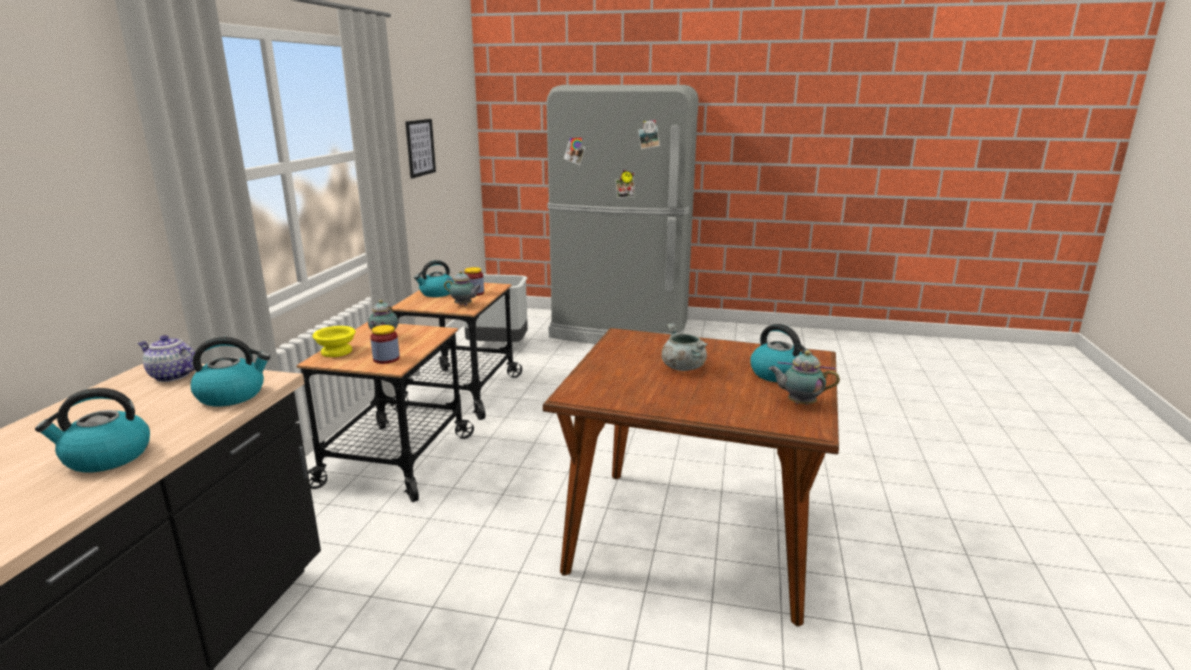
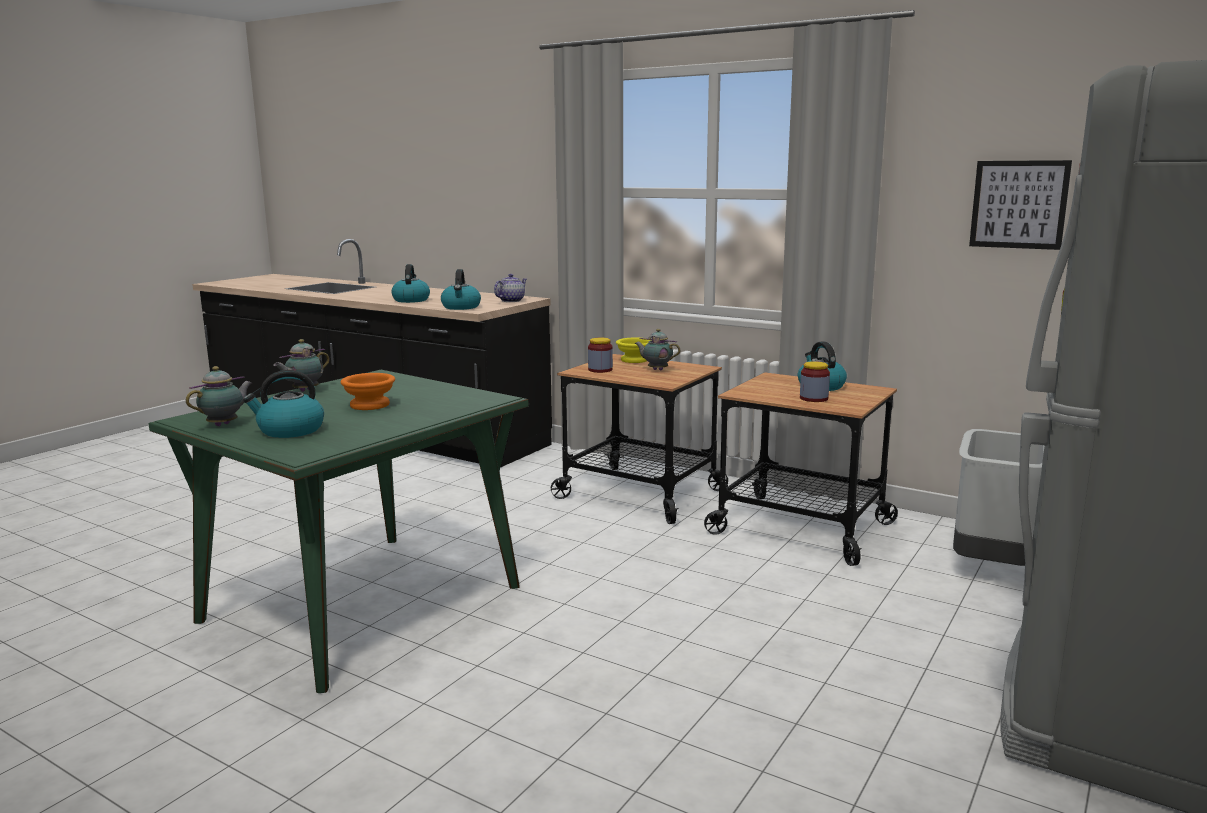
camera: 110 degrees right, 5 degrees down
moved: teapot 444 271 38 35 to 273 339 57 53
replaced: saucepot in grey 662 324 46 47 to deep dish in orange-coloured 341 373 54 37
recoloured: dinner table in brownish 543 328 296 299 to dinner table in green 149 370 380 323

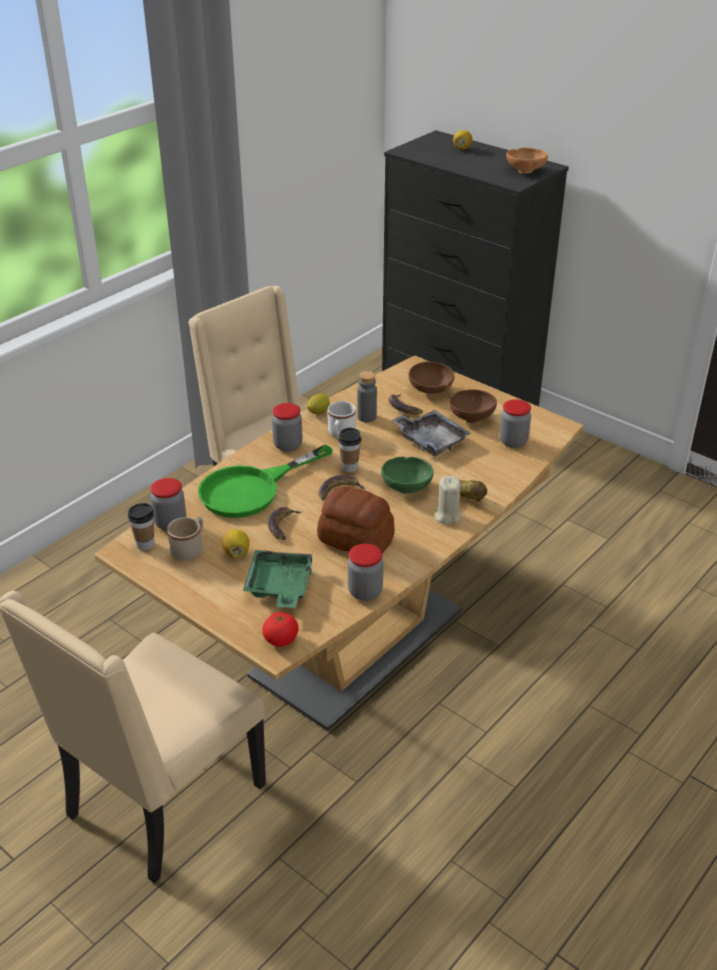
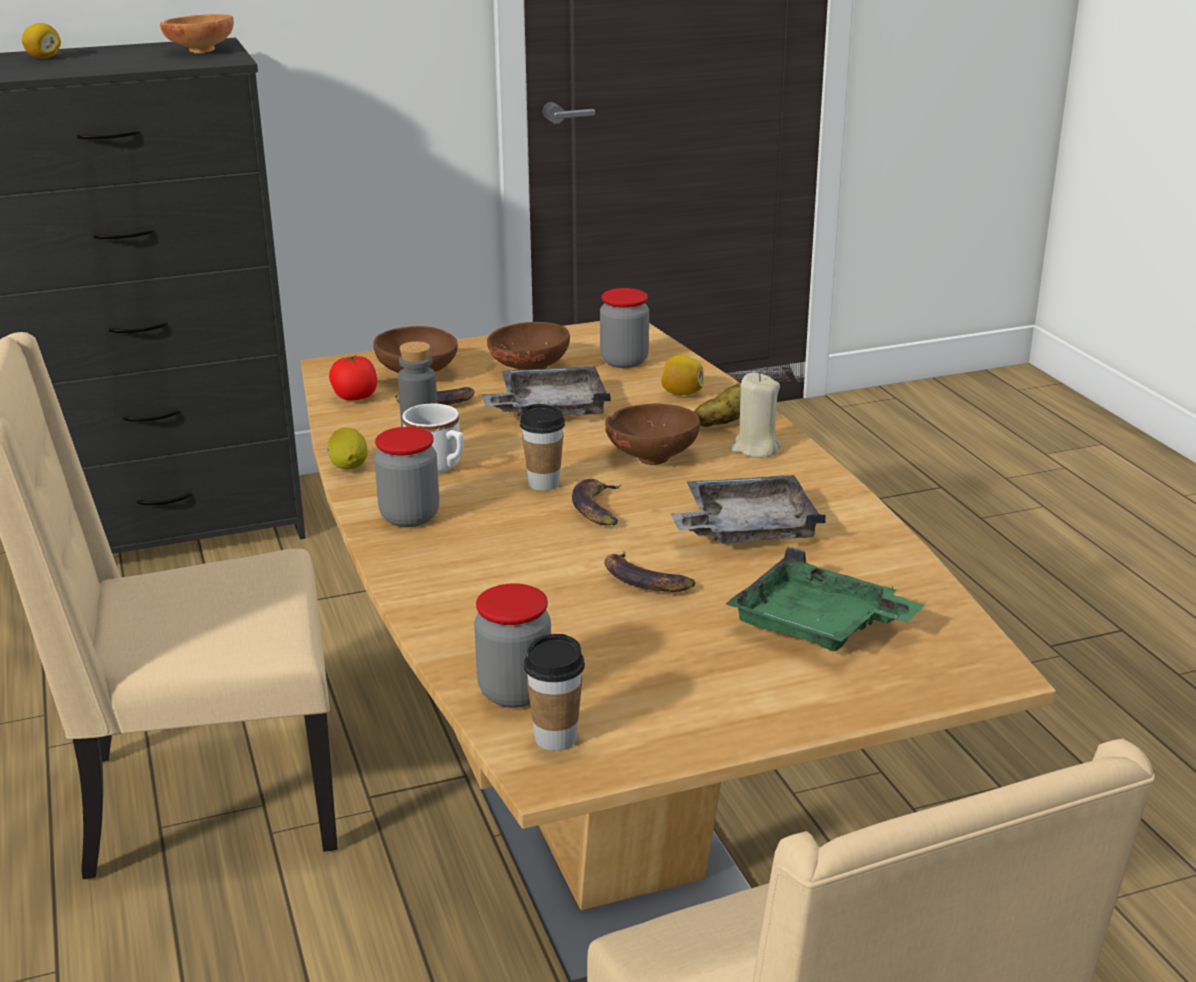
camera: 60 degrees left, 10 degrees down
removed: mug in beige-coloured 167 517 36 44; pan in green 198 444 135 74; storage jar 348 544 35 57
moved: fresh tomato 262 612 37 35 to 329 355 48 45; lemon 222 529 28 29 to 661 355 43 40
replaced: baked bread 317 486 78 68 to tray in grey 671 475 155 69
recoloured: deep dish in green 381 457 53 37 to deep dish in brownish 605 403 95 62

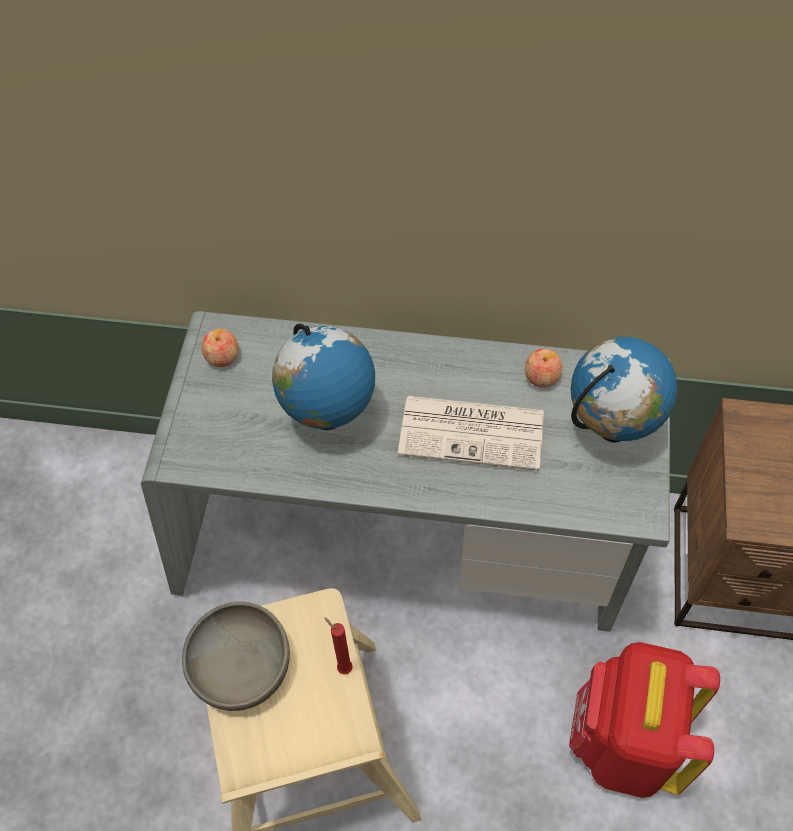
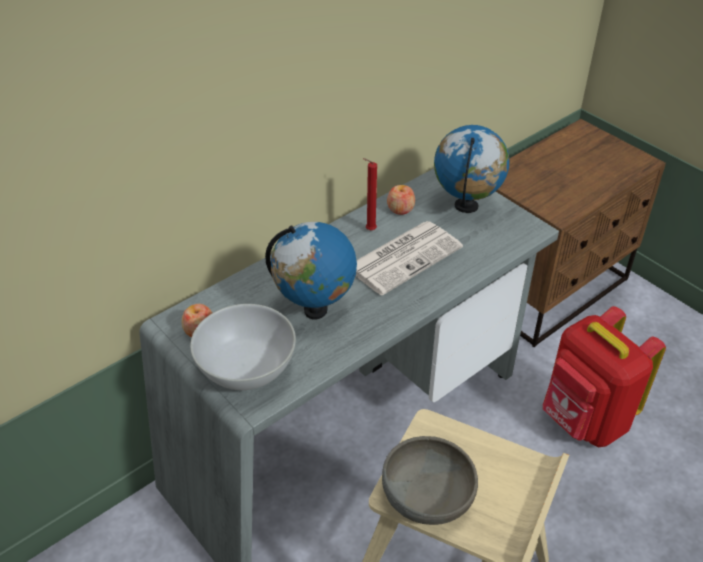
camera: 50 degrees left, 15 degrees down
added: deep dish in white 190 304 106 86
moved: wax candle in reddish 324 618 29 56 to 363 158 14 72

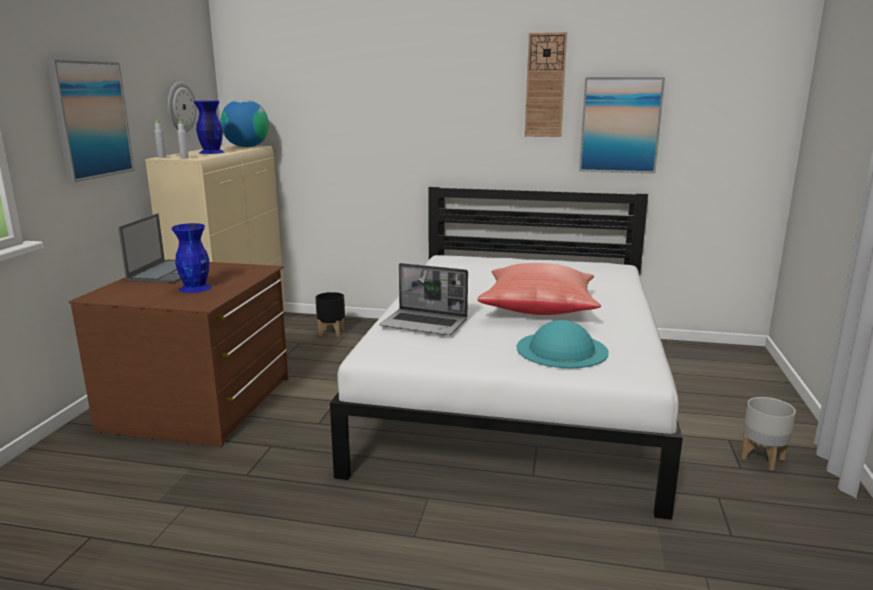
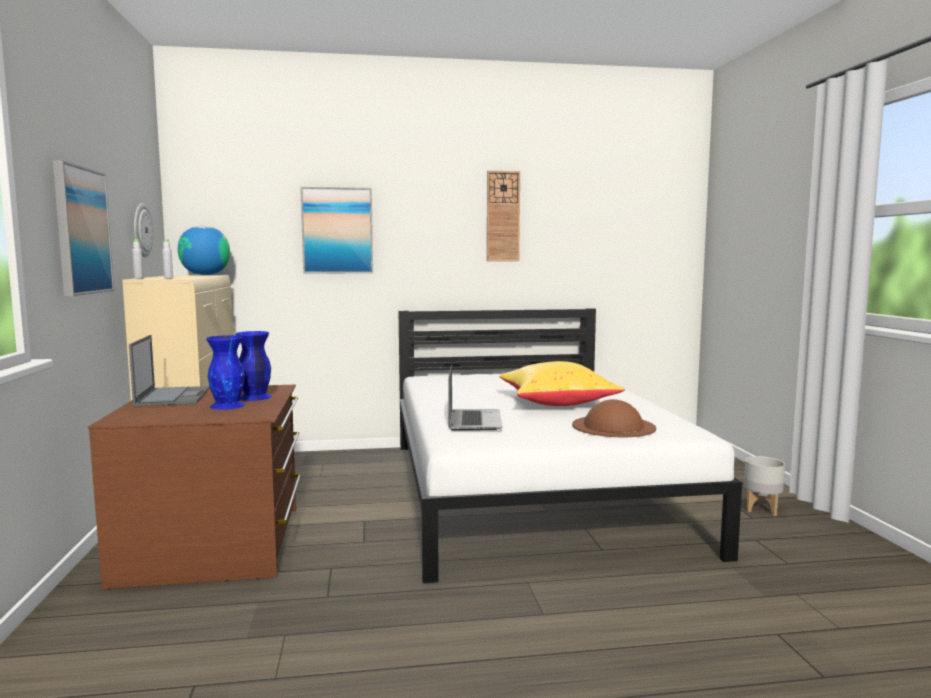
camera: 20 degrees left, 10 degrees down
removed: planter in black-coloured 315 292 30 45
moved: vase in blue 194 101 31 53 to 236 331 36 70; wall picture 579 77 86 96 to 300 187 73 87
recoloured: throw pillow in reddish 477 263 124 52 to throw pillow in yellowish 499 361 126 45; clothing hat in turquoise 517 320 92 48 to clothing hat in brownish 572 399 84 38
turned: notebook computer 379 263 89 72 = 448 364 54 67 90 degrees counterclockwise

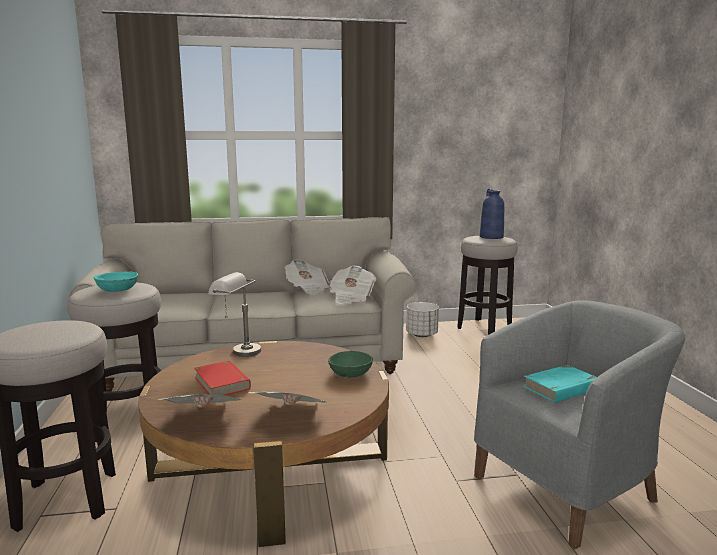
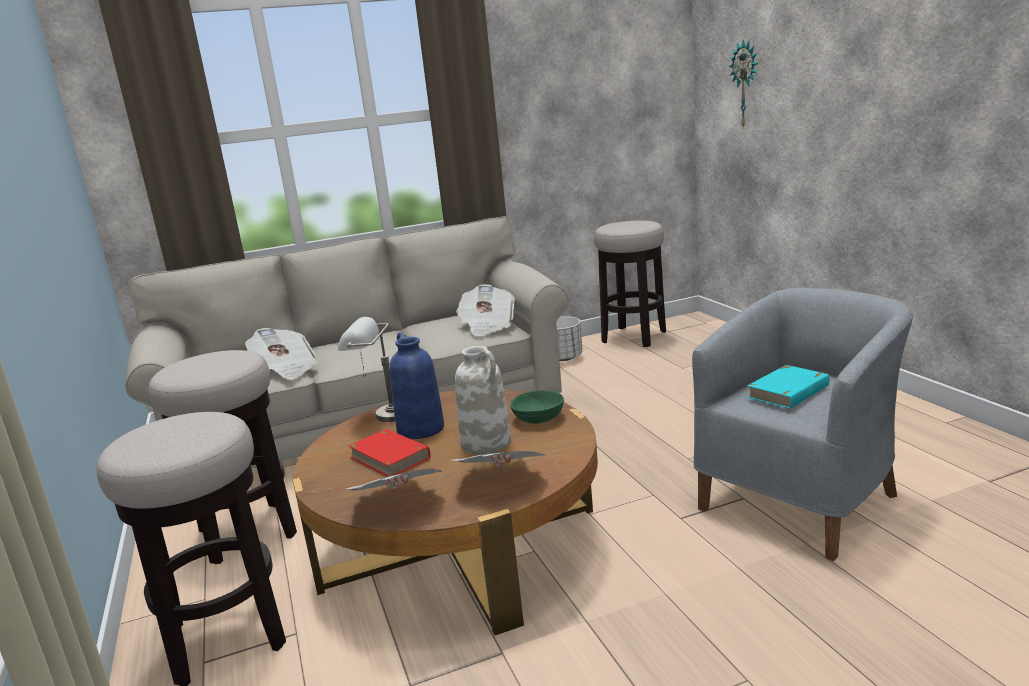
camera: 10 degrees left, 5 degrees up
removed: deep dish in turquoise 94 272 44 20
added: vase in white 455 346 56 109; clock on the wall 729 40 29 89
moved: daily paper 285 260 45 35 to 245 328 73 51; vase in blue 480 188 24 51 to 389 332 55 107

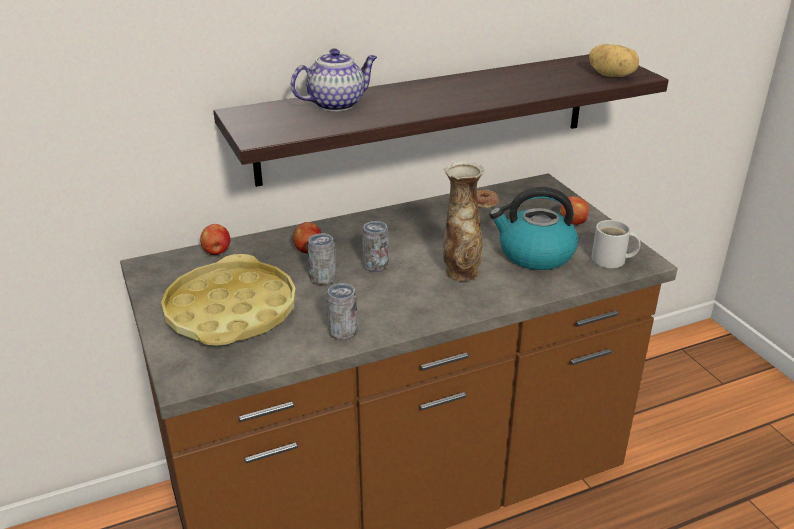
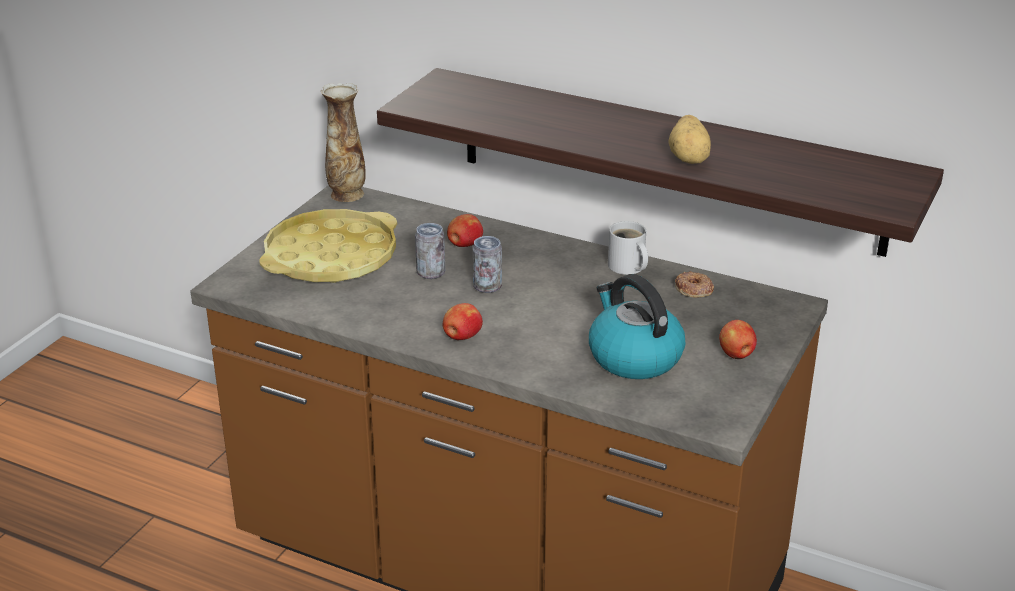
camera: 50 degrees right, 0 degrees up
removed: teapot 291 48 86 63; metal can 327 283 31 57
moved: vase 443 161 42 120 to 321 83 45 119; apple 200 224 30 31 to 443 303 40 37; mug in white 591 220 50 48 to 608 221 40 54; potato 589 44 50 33 to 668 115 43 49

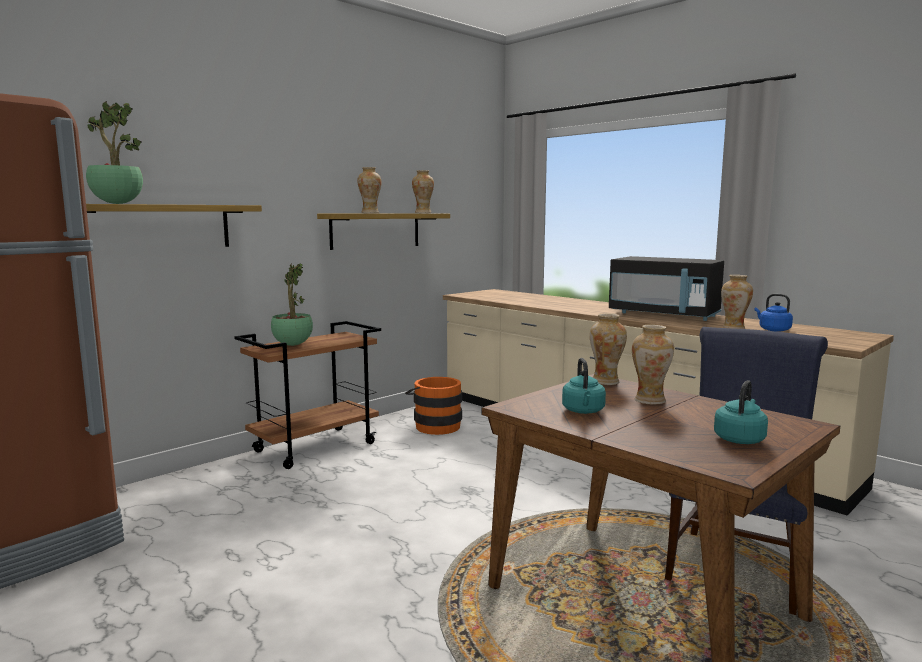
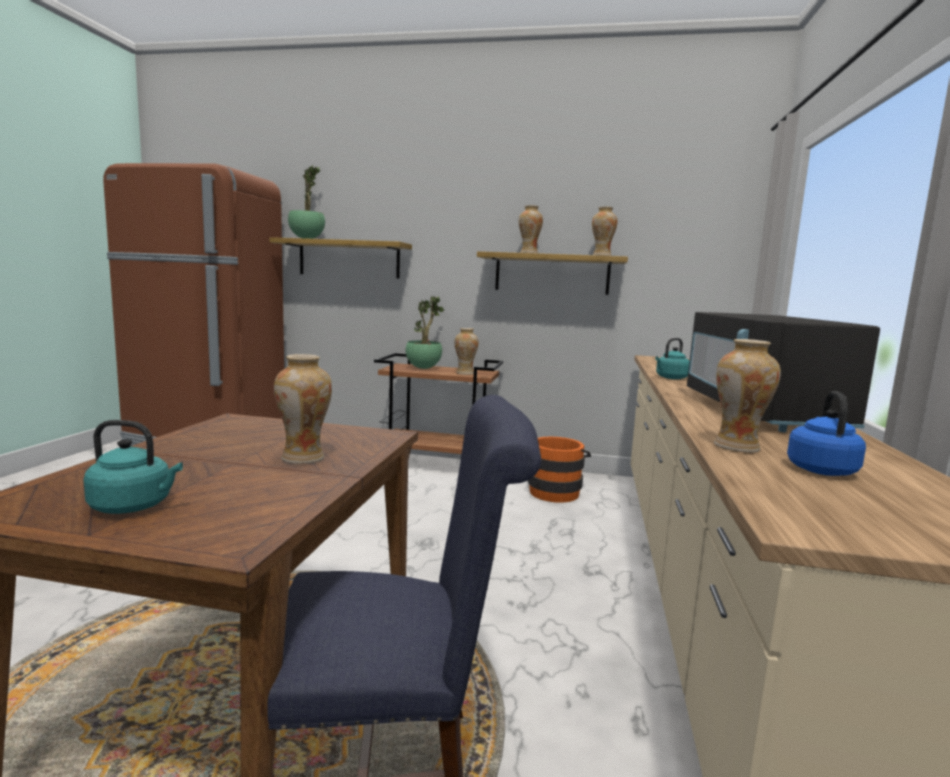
camera: 55 degrees right, 0 degrees up
moved: vase 590 313 37 72 to 454 328 25 47; kettle in turquoise 562 358 44 56 to 655 338 35 41

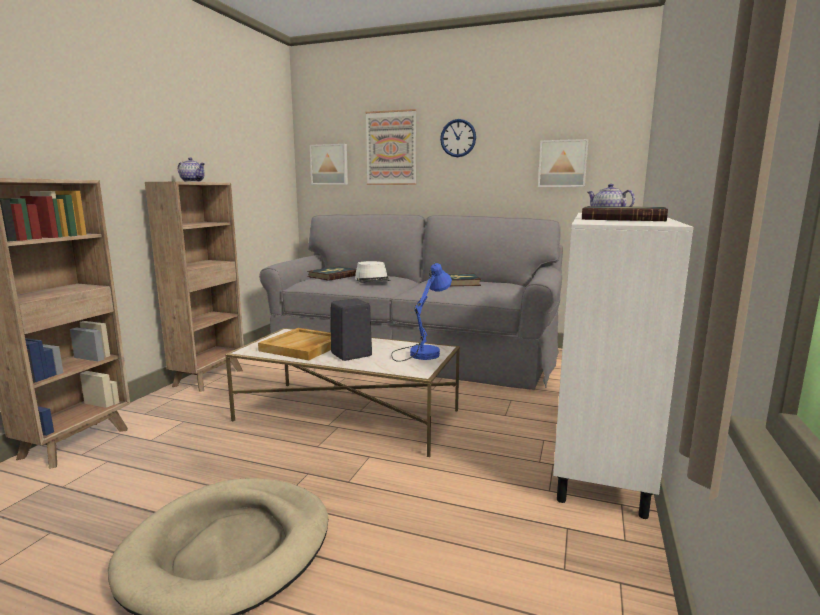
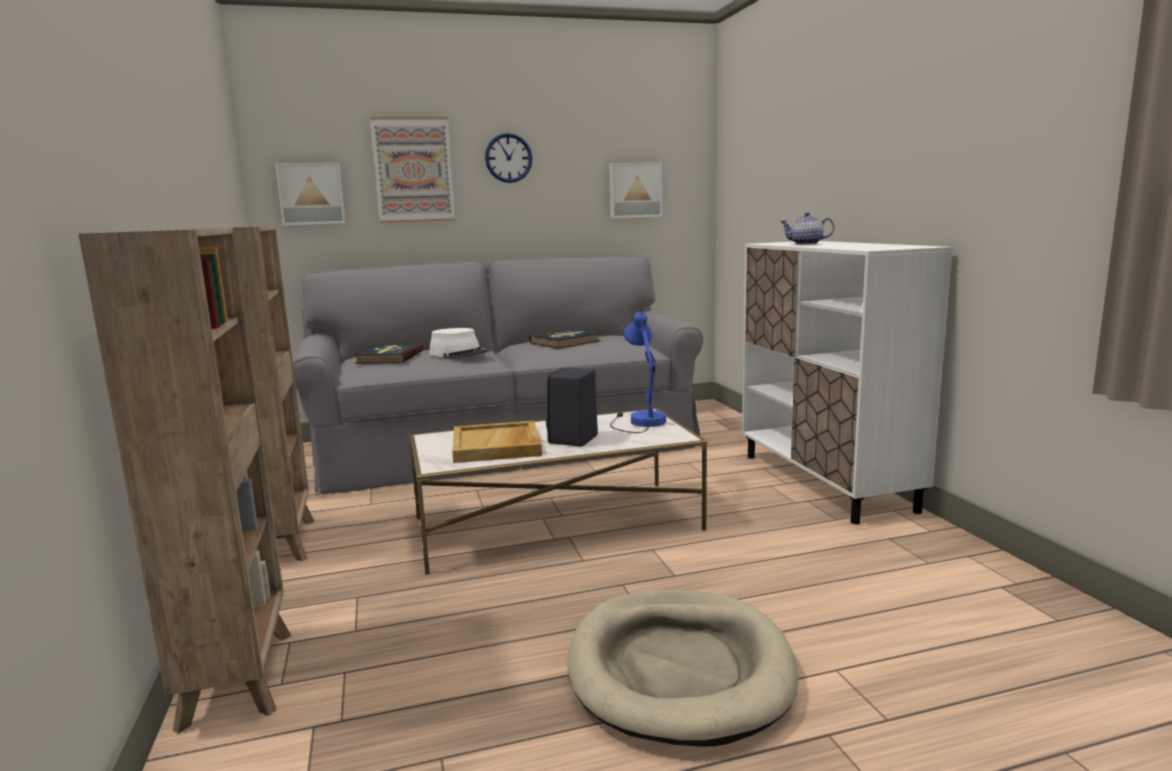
camera: 35 degrees left, 0 degrees up
removed: teapot 178 158 27 24; bound book 582 206 86 15

